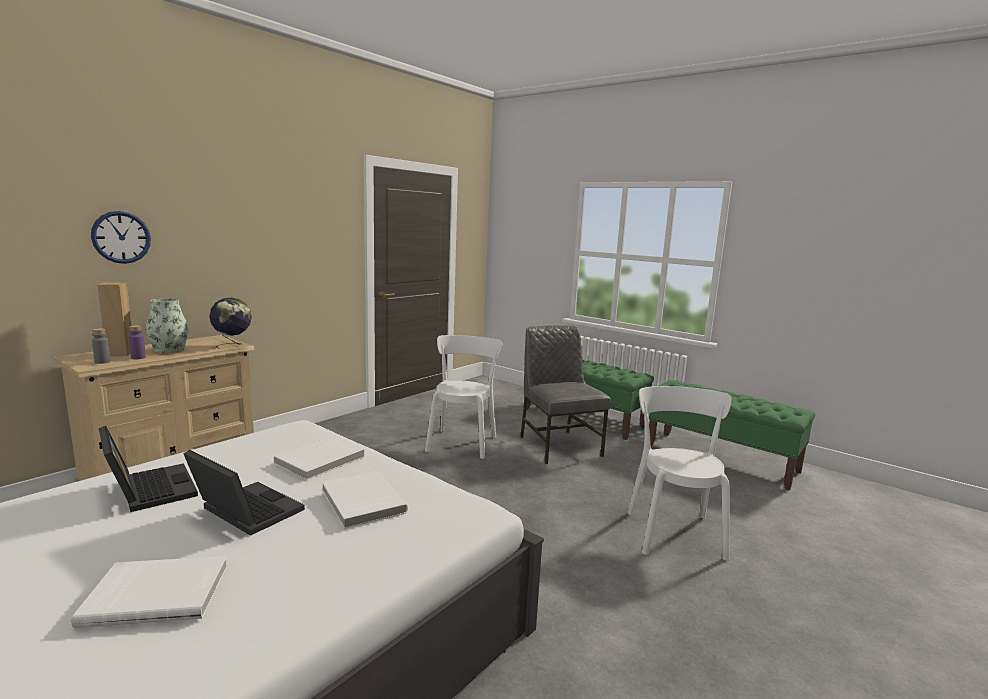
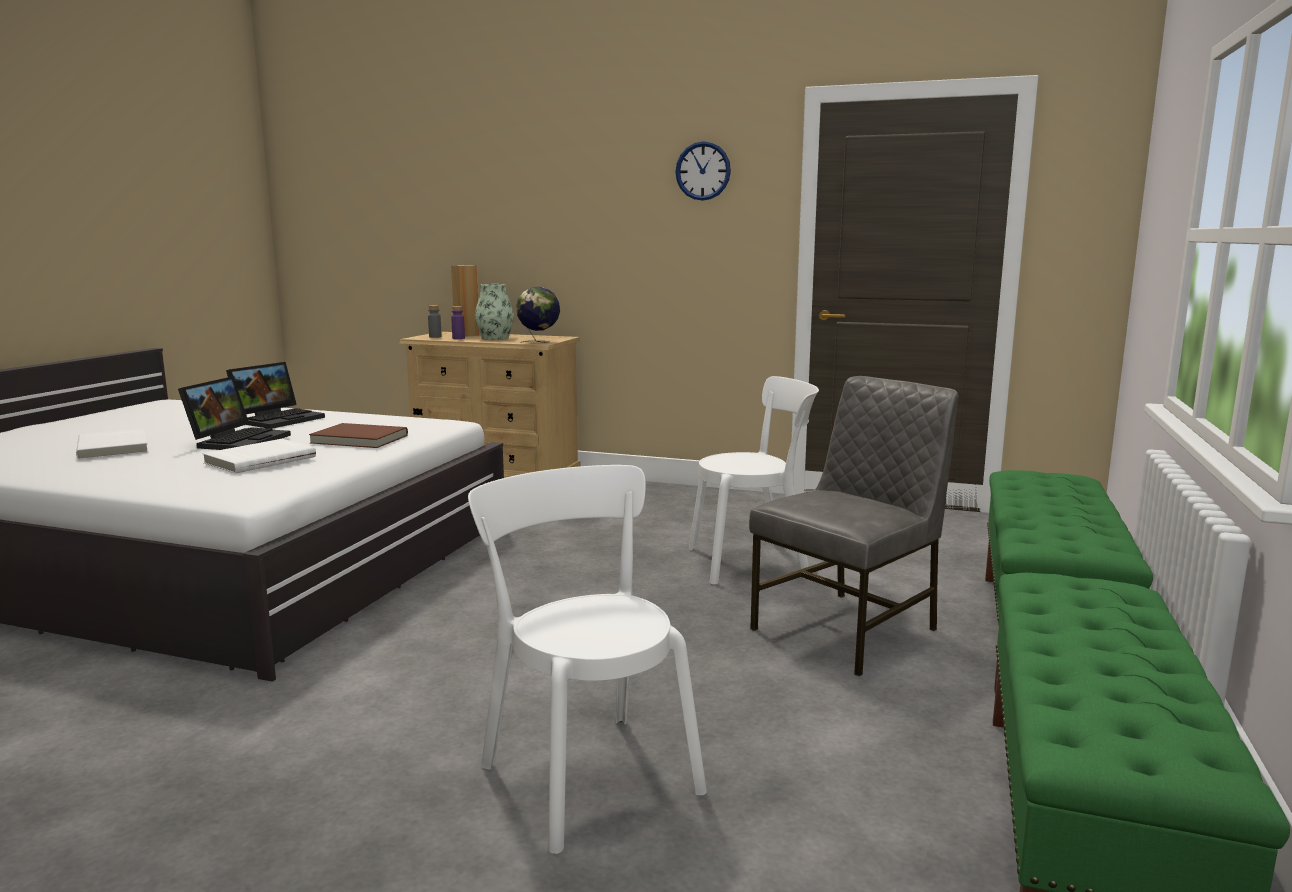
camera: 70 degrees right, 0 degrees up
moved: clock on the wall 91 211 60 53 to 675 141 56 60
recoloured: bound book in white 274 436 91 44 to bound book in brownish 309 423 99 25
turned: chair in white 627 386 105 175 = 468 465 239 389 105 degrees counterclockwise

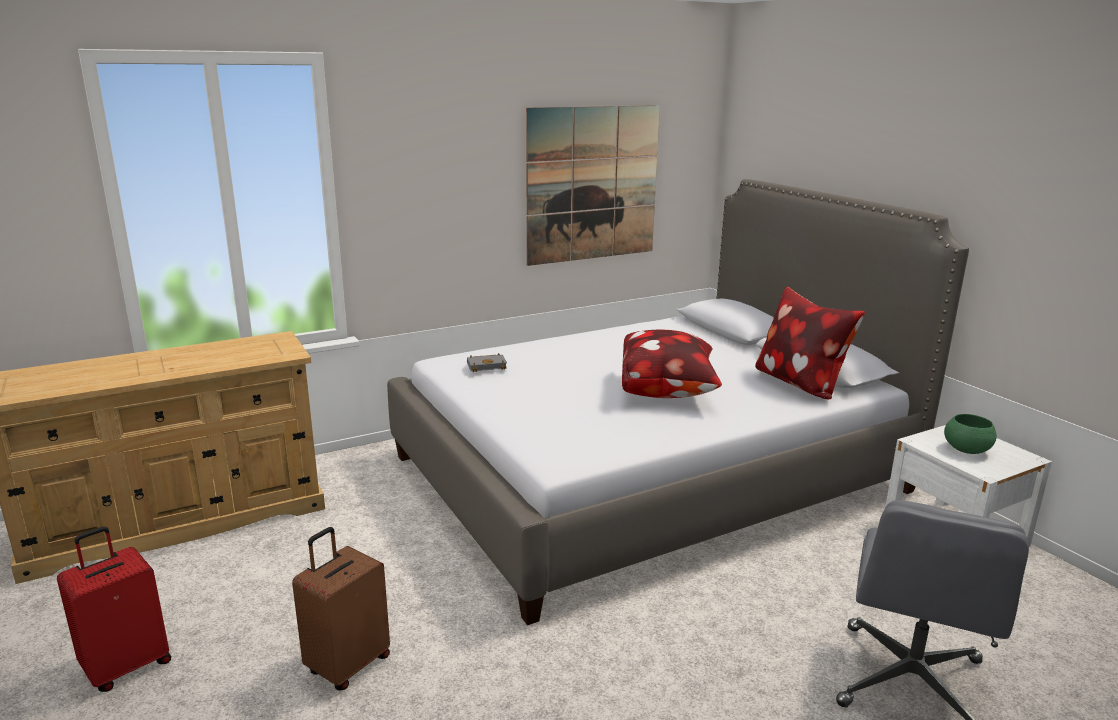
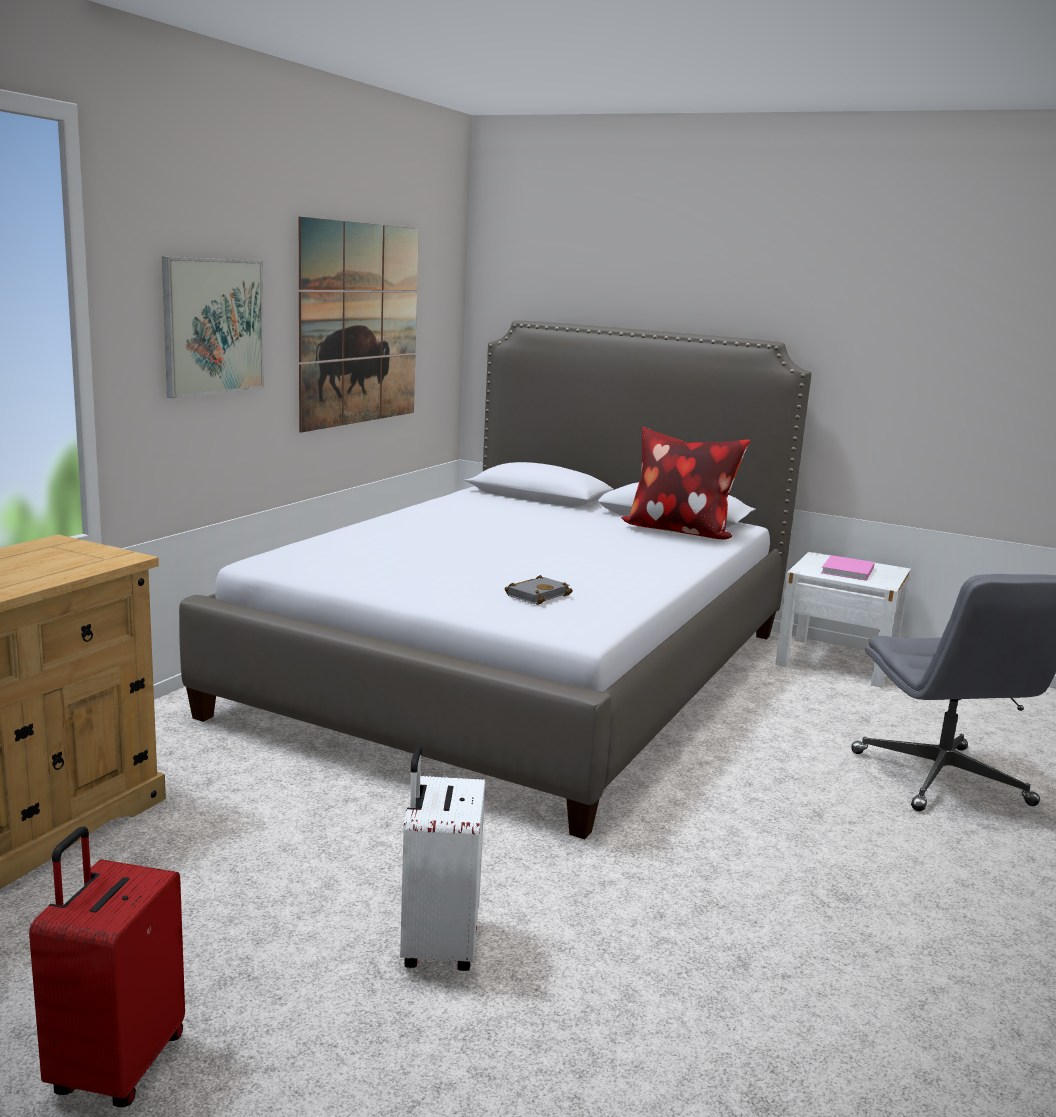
camera: 35 degrees left, 5 degrees down
removed: throw pillow 622 330 100 68
added: wall picture 162 257 102 142
moved: bound book in grey 467 353 40 19 to 505 575 68 30
replaced: deep dish in green 944 414 53 40 to bound book in pink-coloured 821 555 54 26
recoloured: piece of luggage in brownish 292 527 98 164 to piece of luggage in white 400 745 85 226

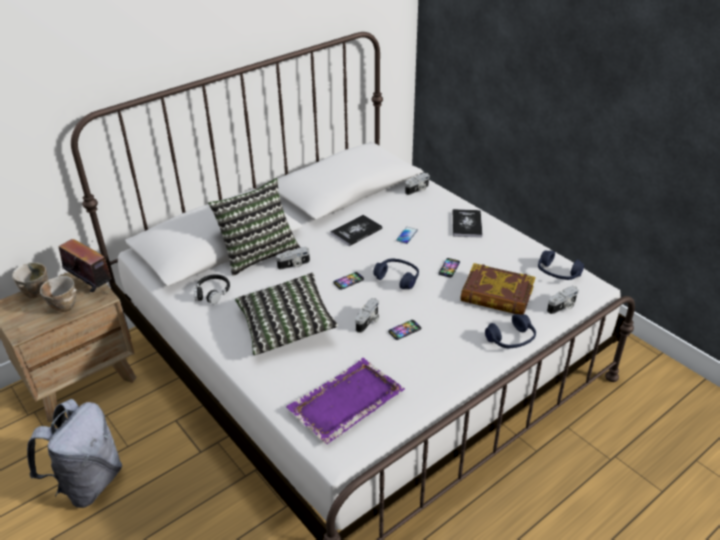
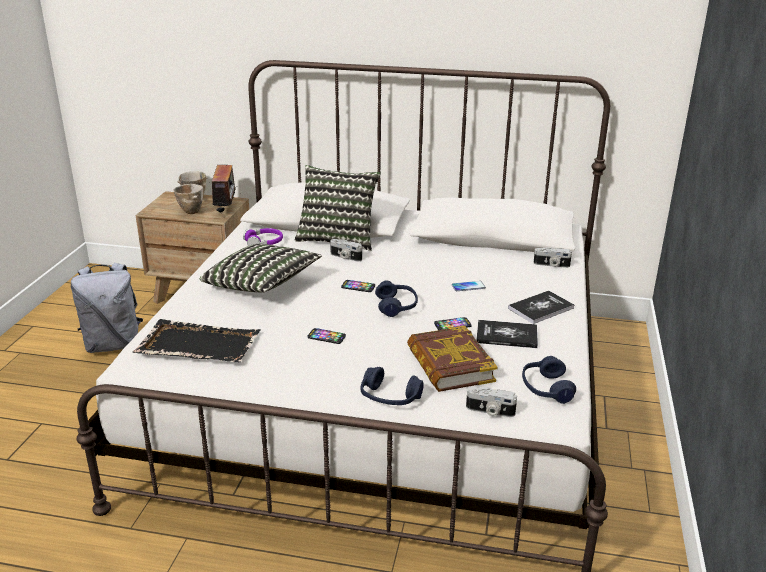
camera: 50 degrees right, 10 degrees down
removed: still camera 356 298 23 35
moved: bound book 330 215 52 31 to 476 320 62 28
recoloured: tray in purplish 286 358 119 86 to tray in black-coloured 133 319 128 43; headset in black-coloured 194 274 36 30 to headset in purplish 243 228 40 18

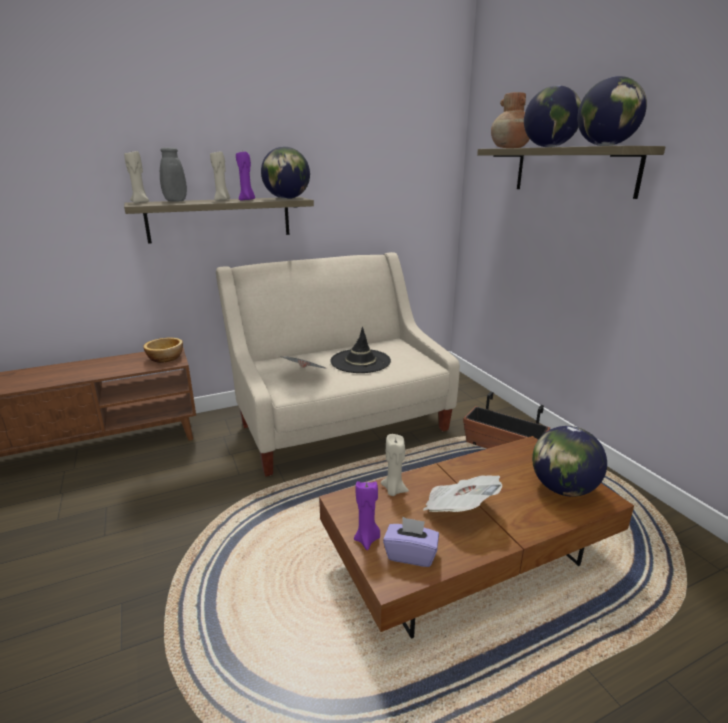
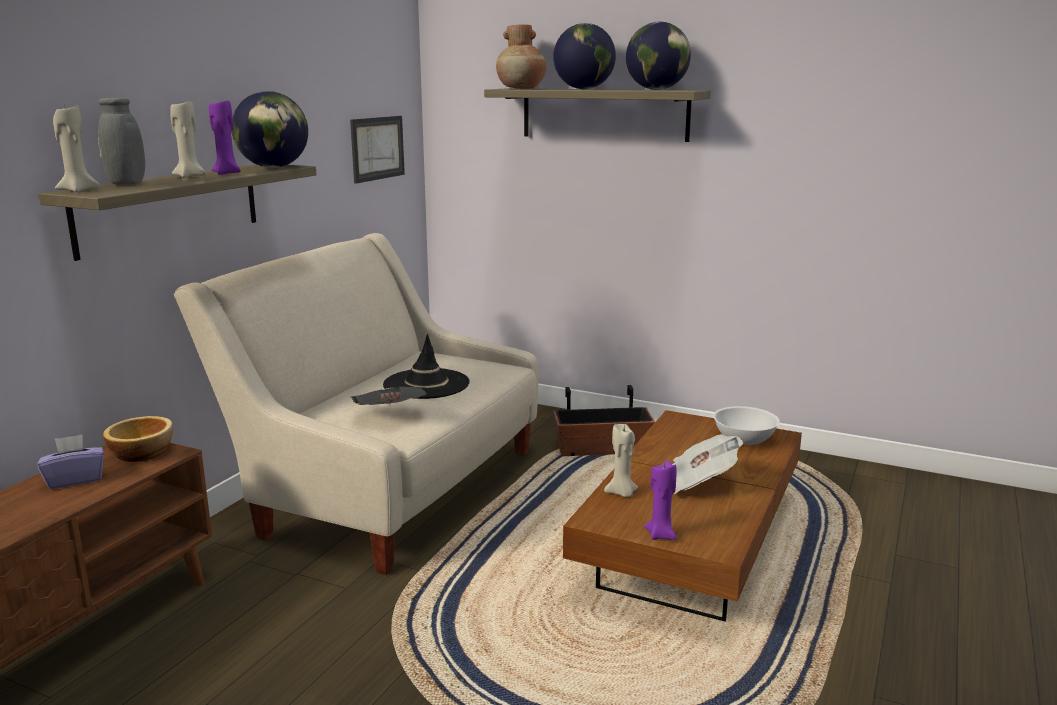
camera: 40 degrees left, 5 degrees down
added: wall picture 350 116 55 68
moved: tissue box in purplish 383 517 56 50 to 37 434 67 55
replaced: desk globe 532 426 75 71 to deep dish in white 713 406 67 39

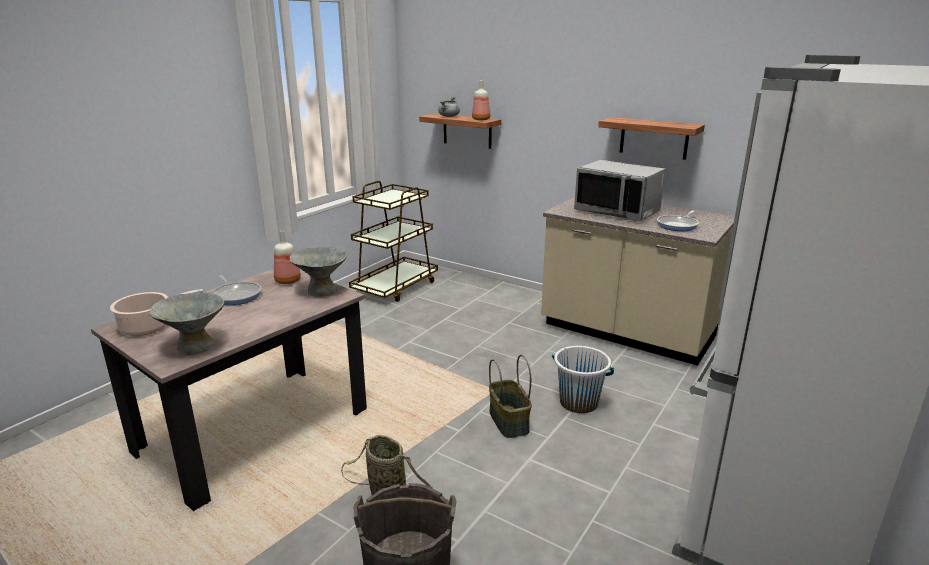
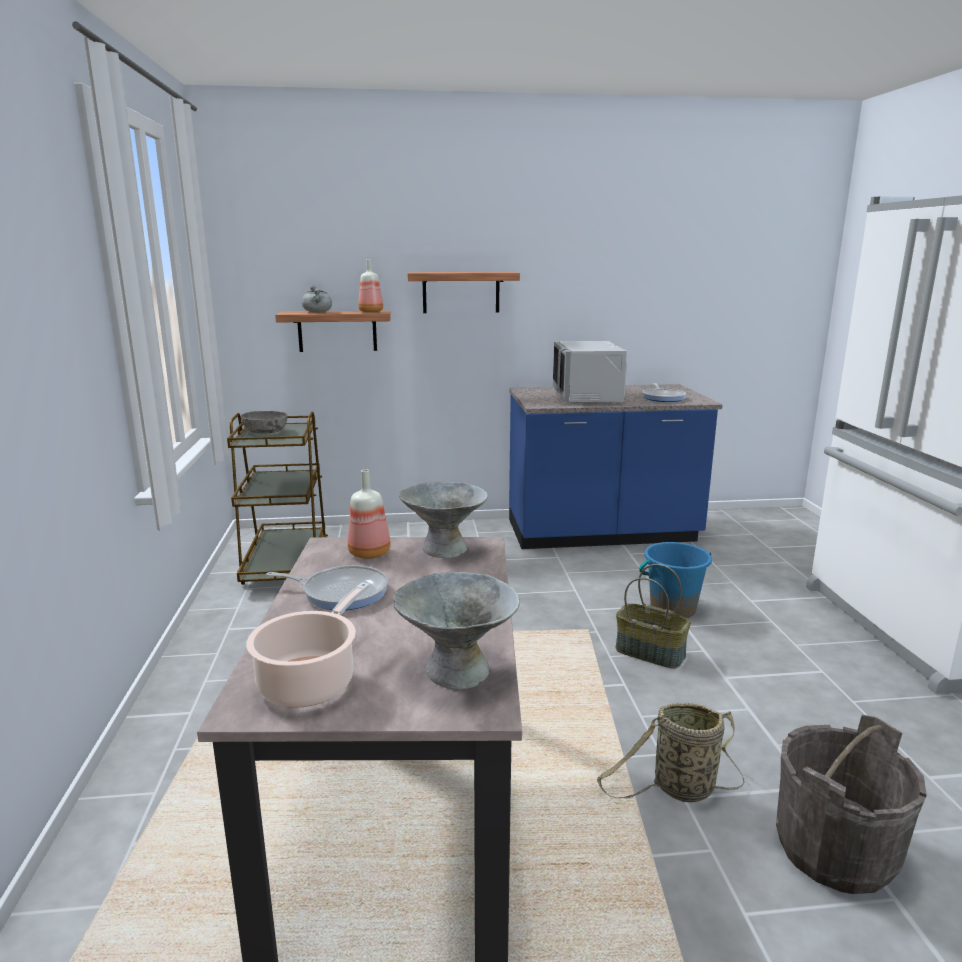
camera: 40 degrees left, 5 degrees down
added: deep dish in grey 241 411 46 23
moved: bracket shelf 598 117 107 43 to 407 272 113 41
recoloured: kitchen counter in beige-coloured 541 196 194 170 to kitchen counter in blue 509 384 213 165; water bucket in white 552 346 62 67 to water bucket in blue 639 542 73 76
turned: microwave oven in grey 574 160 91 62 = 553 341 74 62 90 degrees clockwise

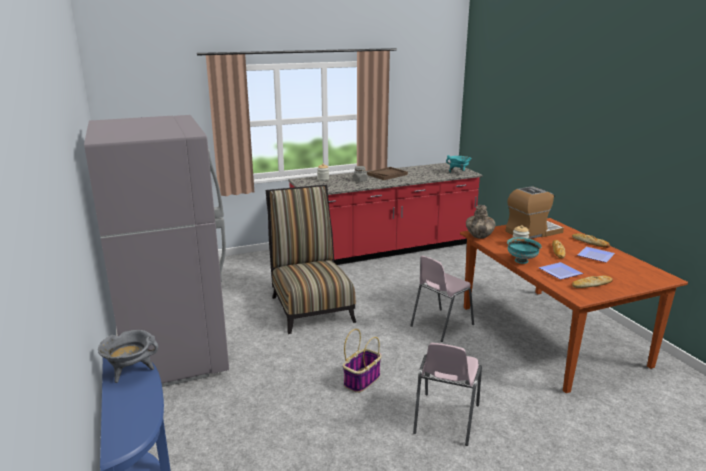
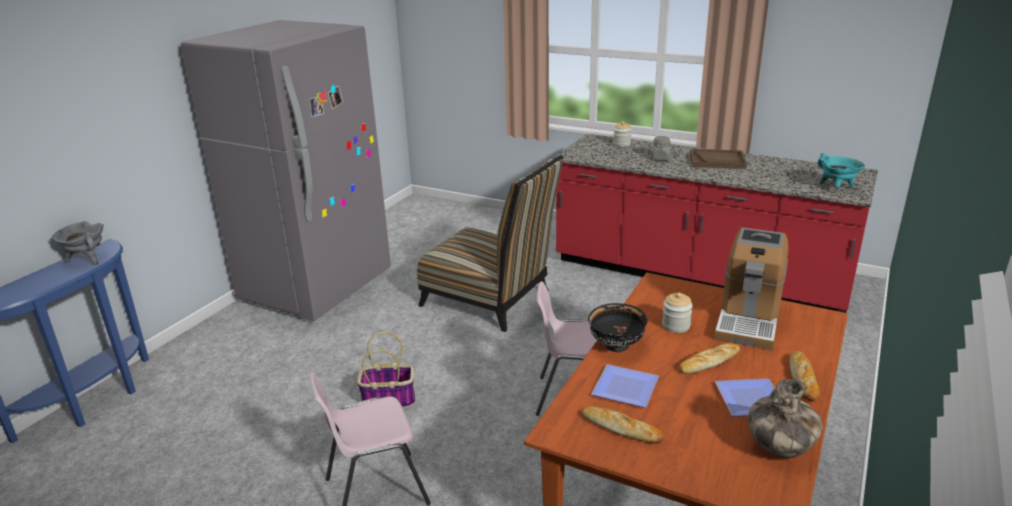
camera: 50 degrees right, 5 degrees up
moved: vase 466 205 29 34 to 748 379 75 79
recoloured: deep dish in turquoise 507 237 35 27 to deep dish in black-coloured 588 303 60 49
turned: chair 266 185 90 149 = 417 155 146 177 90 degrees clockwise; coffee brewer 506 186 58 53 = 714 227 74 124 90 degrees clockwise

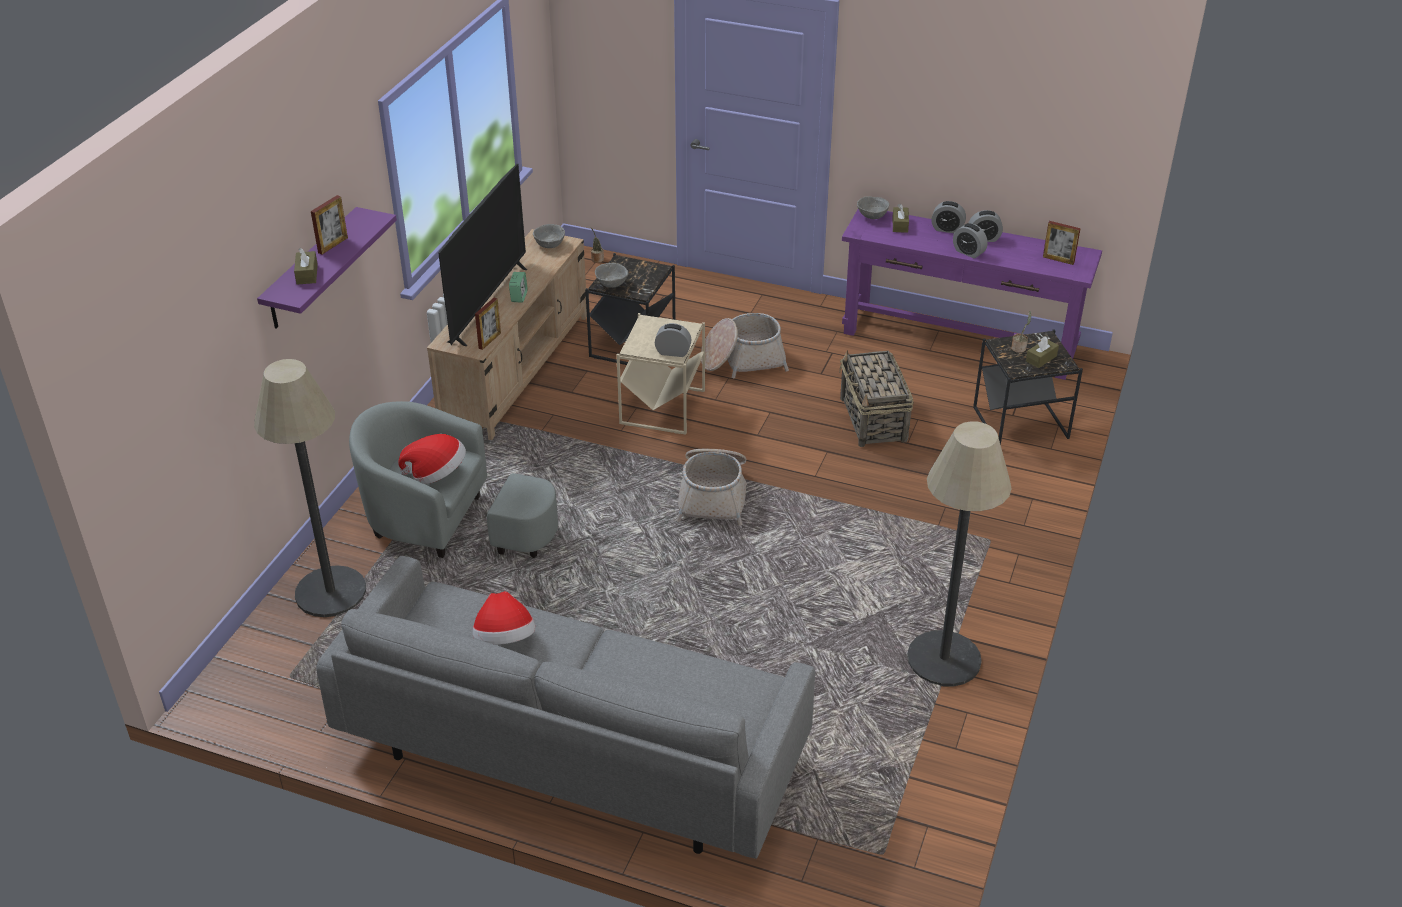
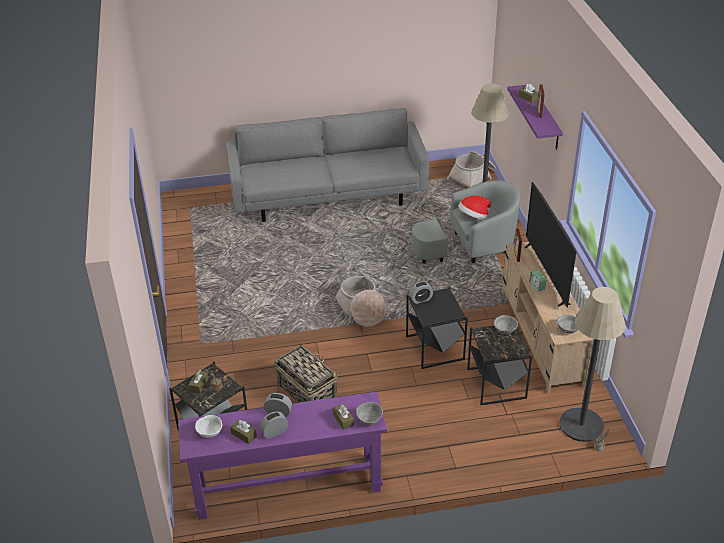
camera: 150 degrees right, 0 degrees up
removed: clothing hat 473 591 62 54; table clock 931 201 35 32
added: tissue box in brownish 230 419 27 25
moved: storage basket 701 313 88 65 to 447 151 49 36; standing lamp 907 421 105 266 to 559 287 67 155
replaced: picture frame 1043 221 38 44 to deep dish in white 195 415 27 23
recoloured: end table in beige-coloured 616 313 89 122 to end table in black-coloured 406 286 62 83

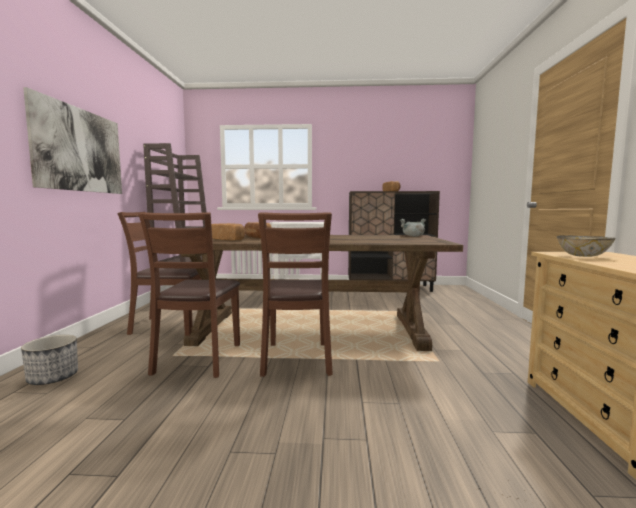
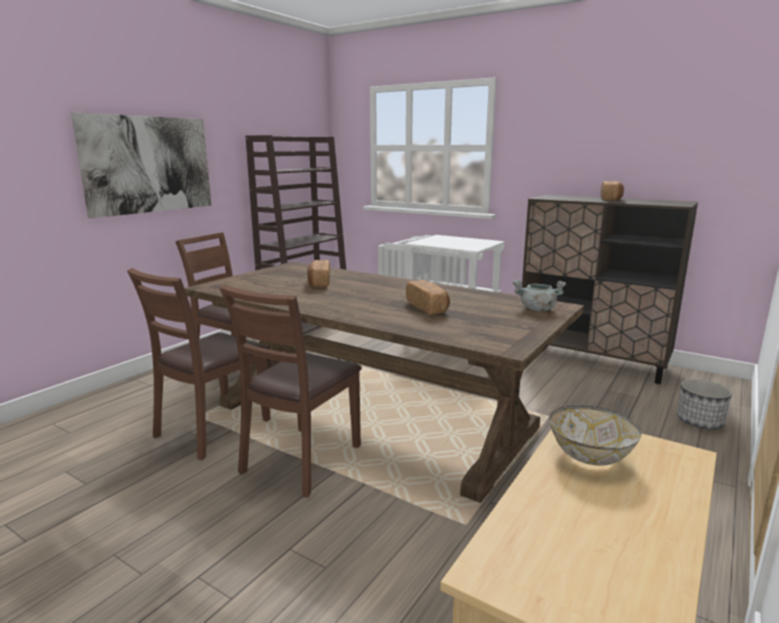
camera: 30 degrees right, 10 degrees up
moved: baked bread 211 223 35 18 to 406 280 44 35; planter 21 335 57 50 to 677 379 55 50

